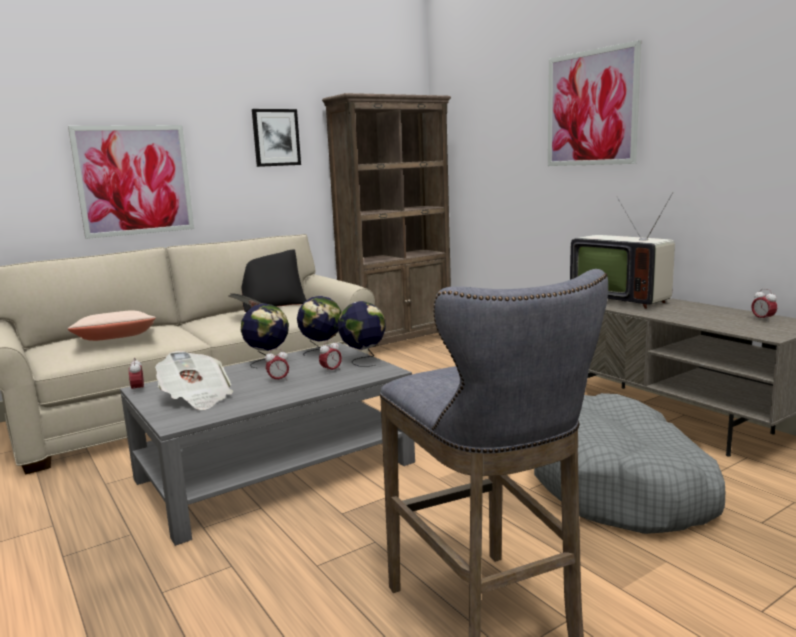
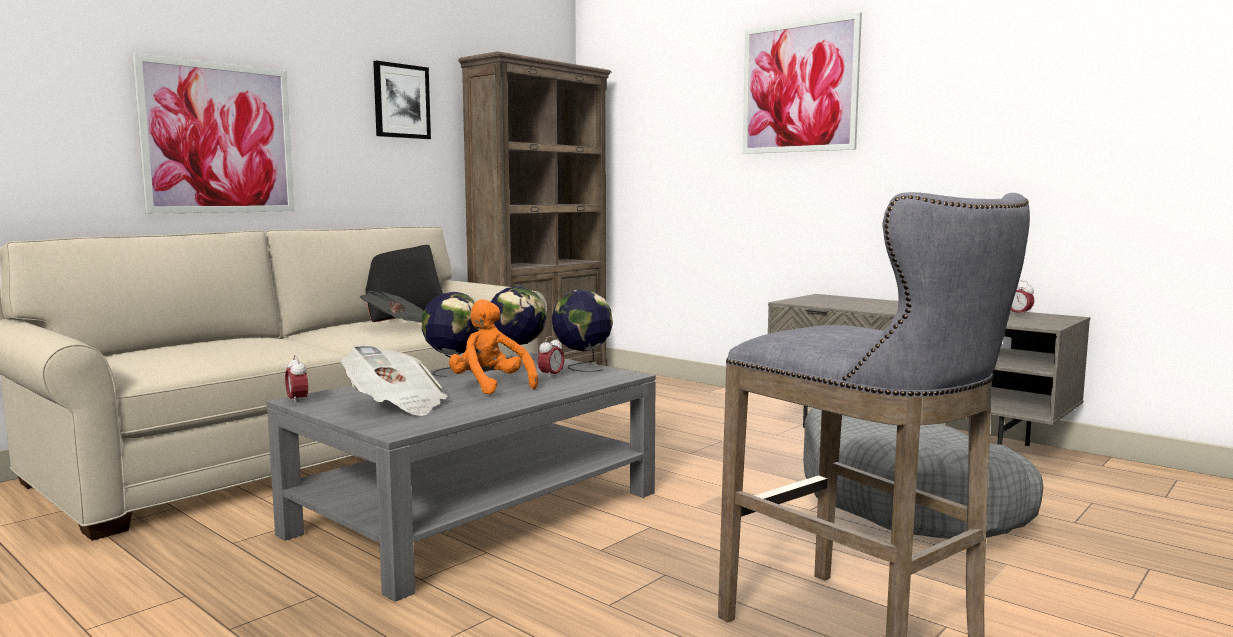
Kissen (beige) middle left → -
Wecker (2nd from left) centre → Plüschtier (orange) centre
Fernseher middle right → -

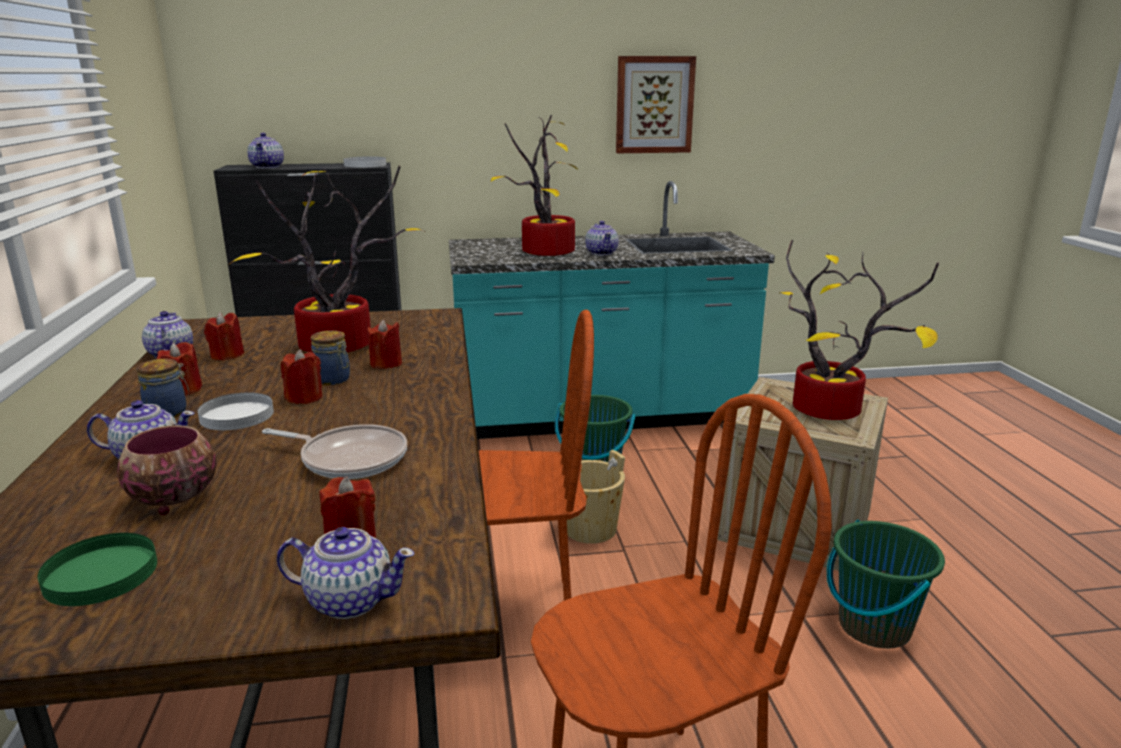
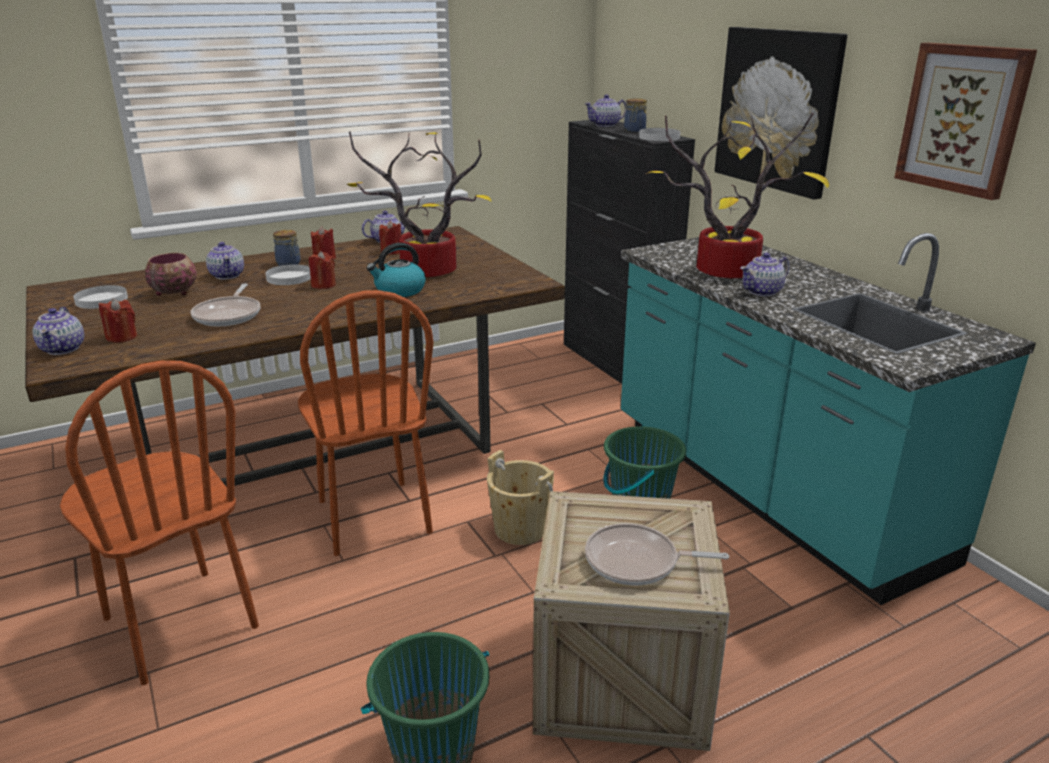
Teller (grün) bottom left → Teller (weiß) (1st from left) middle left
Vorratsglas (2nd from left) middle left → Vorratsglas (2nd from left) top centre, move
Kerze (rot) (5th from left) centre → Wasserkessel centre
Topfpflanze (3rd from left) middle right → Pfanne (2nd from left) bottom centre
- → Bild (1st from left) top right

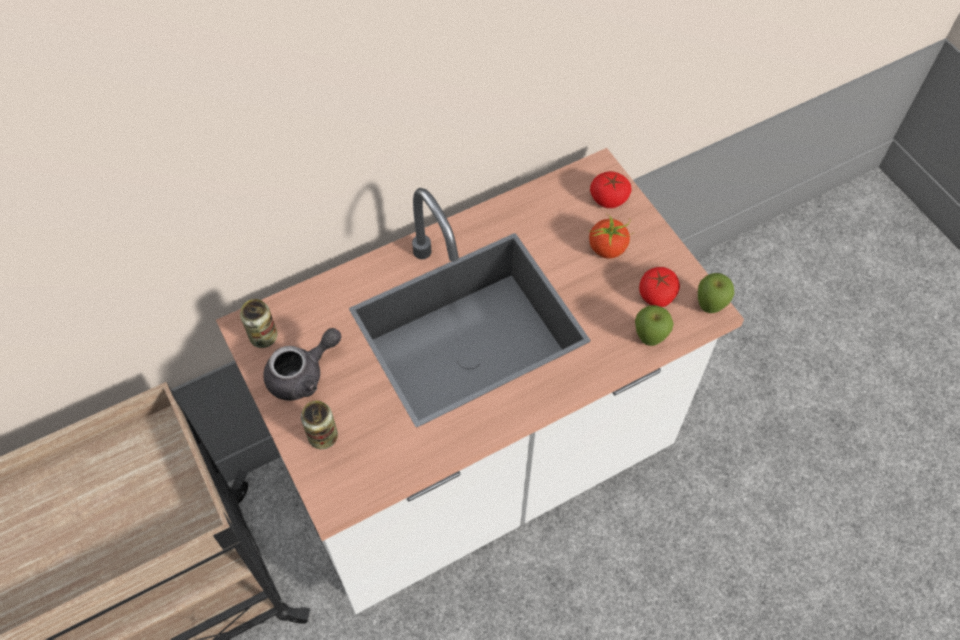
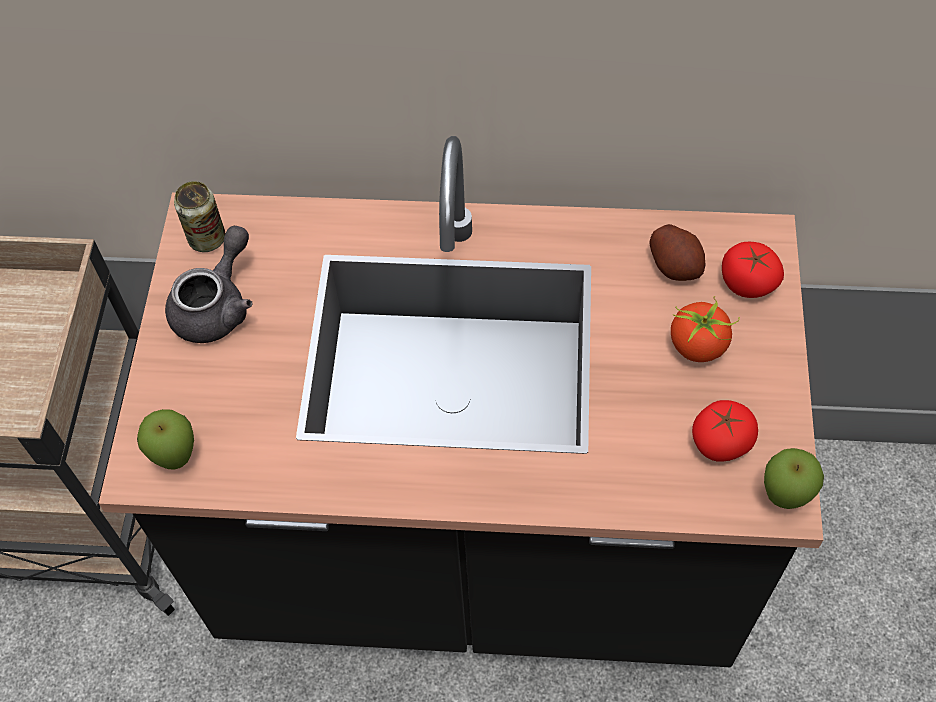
Küchenzeile (weiß) centre → Küchenzeile (schwarz) centre
Teekanne (grau) middle left, 60 degrees counterclockwise
Dose (2nd from left) middle left → -
Apfel (1st from left) middle right → Apfel (1st from left) middle left, move
- → Kartoffel middle right

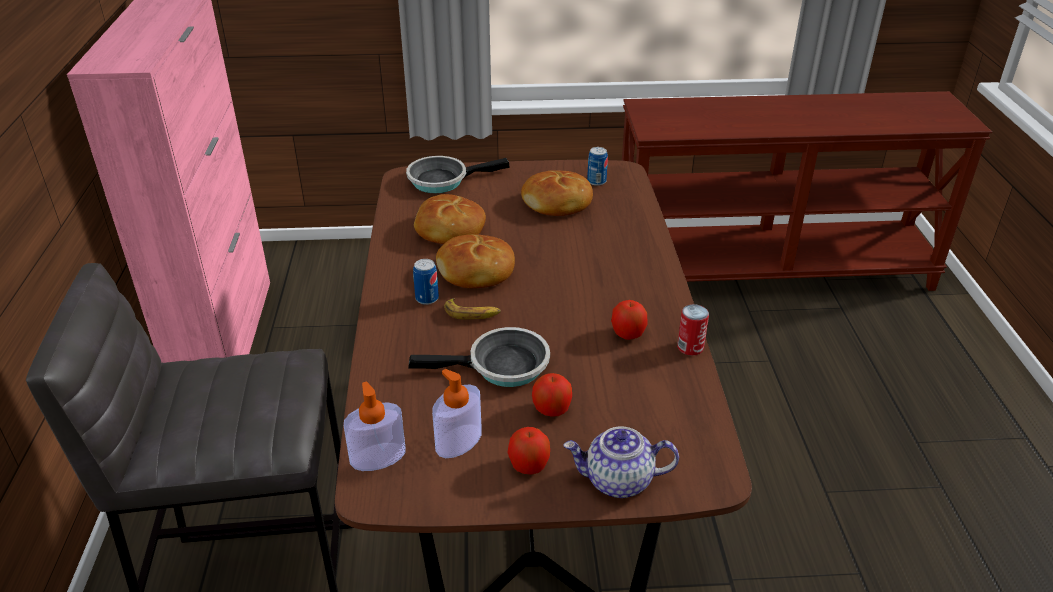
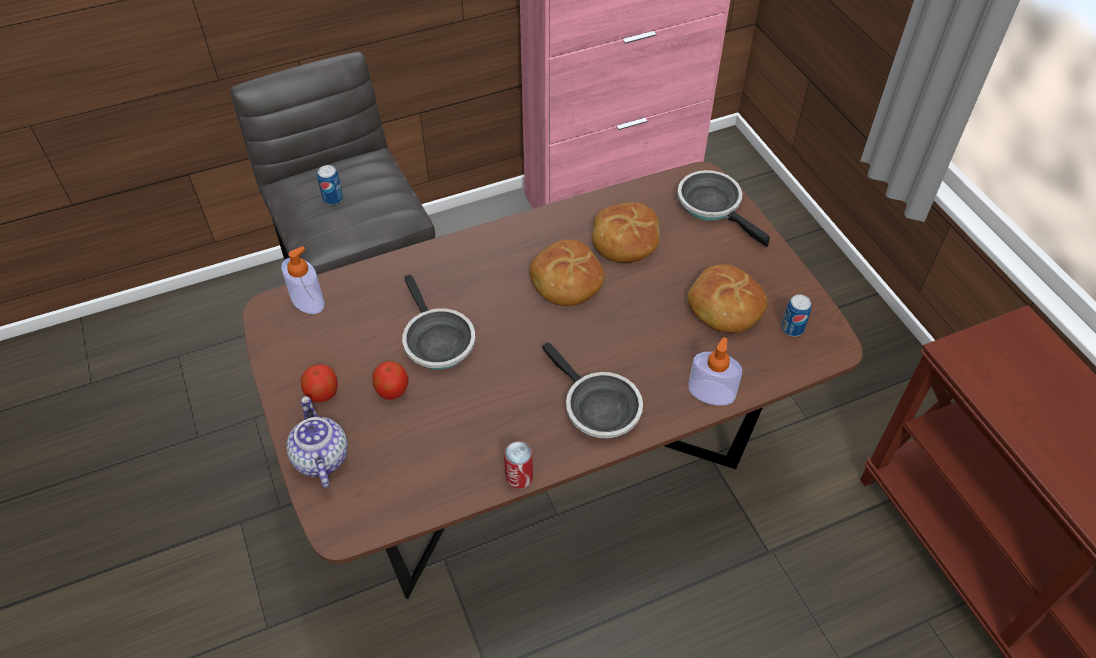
Dose (1st from left) centre → Dose (1st from left) top left, move
Seifenspender (2nd from left) bottom centre → Seifenspender (2nd from left) centre, move
Banane centre → -
Apfel (3rd from left) centre → -
- → Pfanne (2nd from left) centre

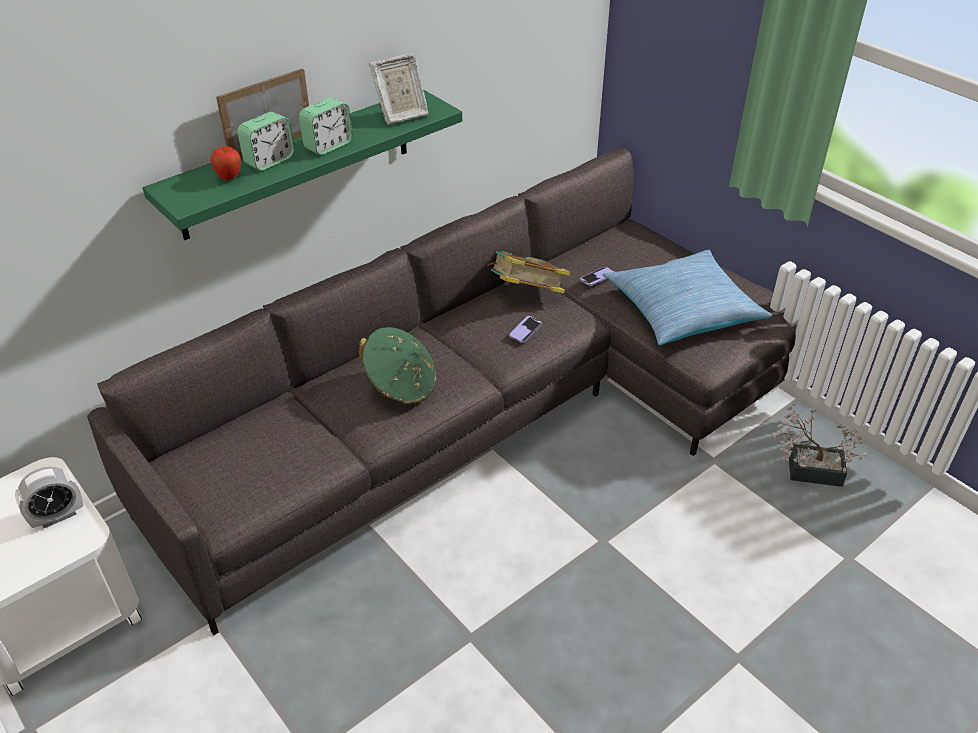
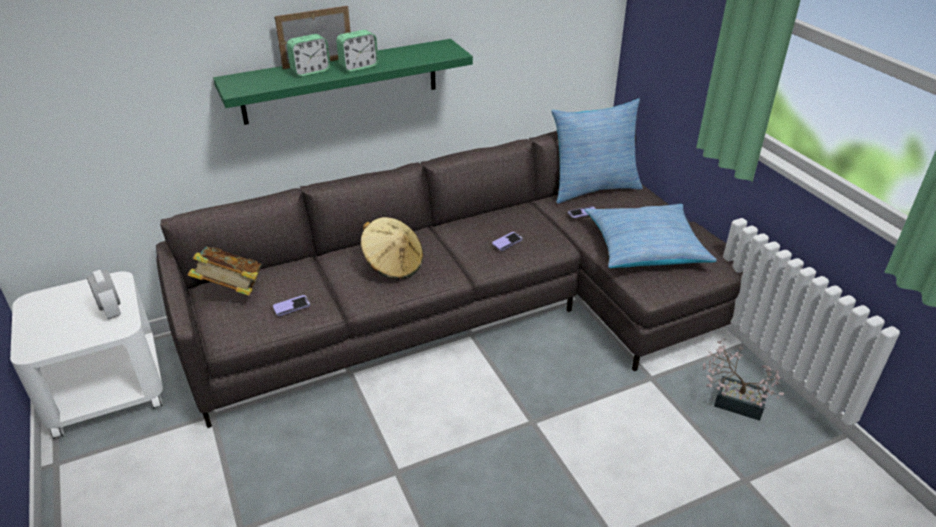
Wecker (1st from left) bottom left → Wecker (1st from left) middle left, 105 degrees counterclockwise
Apfel top left → -
Hut (grün) centre → Hut (beige) centre
Bilderrahmen (2nd from left) top centre → -
Buch centre → Buch middle left, move
- → Handy (1st from left) middle left
- → Kissen (1st from left) top centre

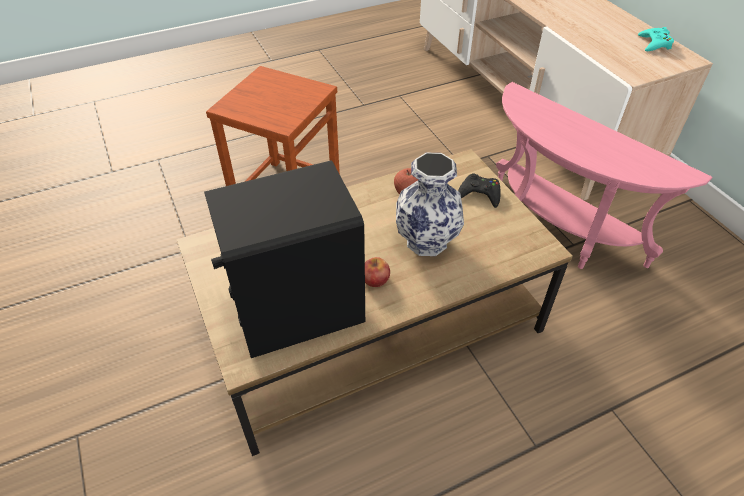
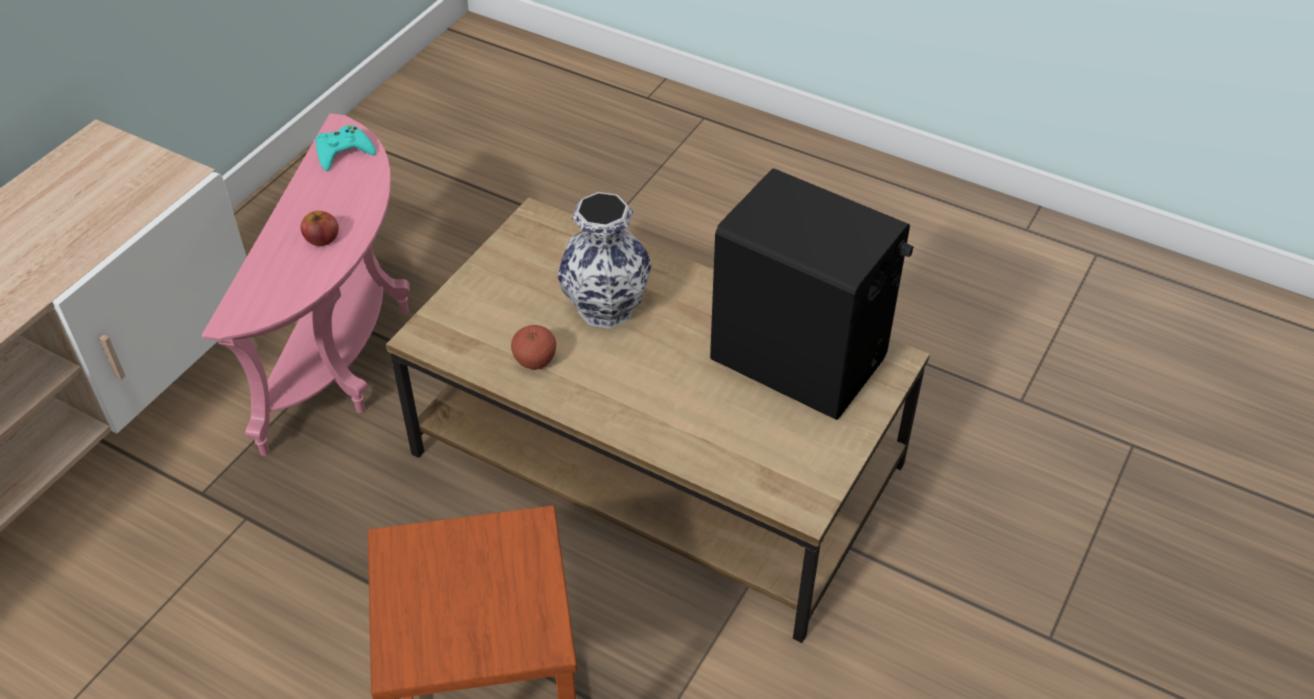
Apfel (1st from left) centre → Apfel (1st from left) top left, move
Gamepad (schwarz) centre → -
Gamepad (türkis) top right → Gamepad (türkis) top left, move

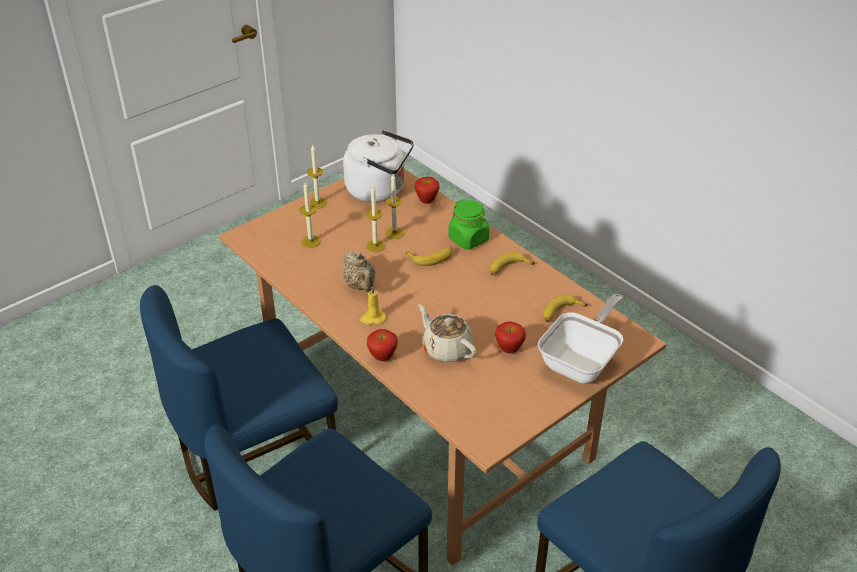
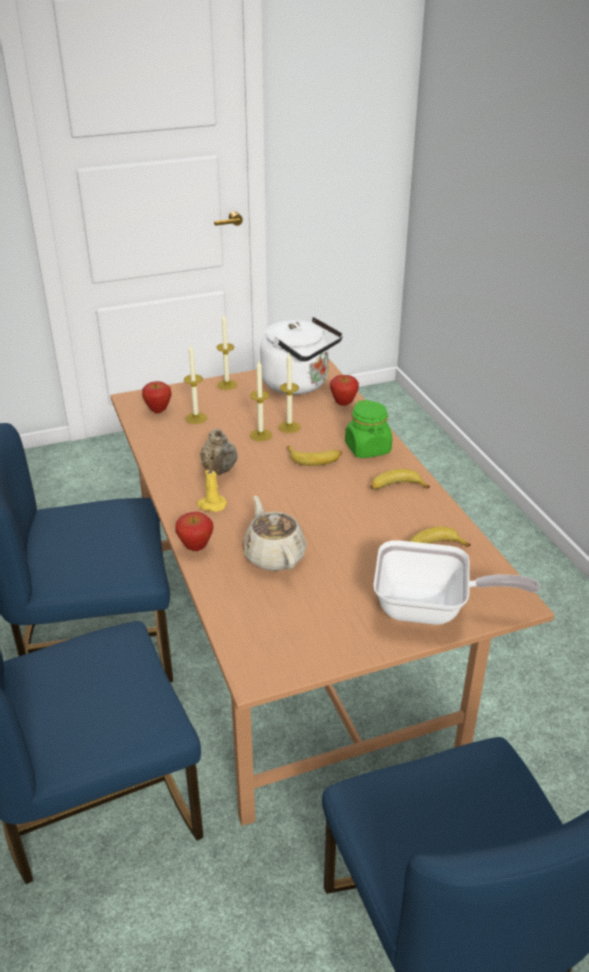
Apfel (3rd from left in the first image) centre → Apfel (1st from left) middle left, move
Pfanne middle right, 45 degrees clockwise

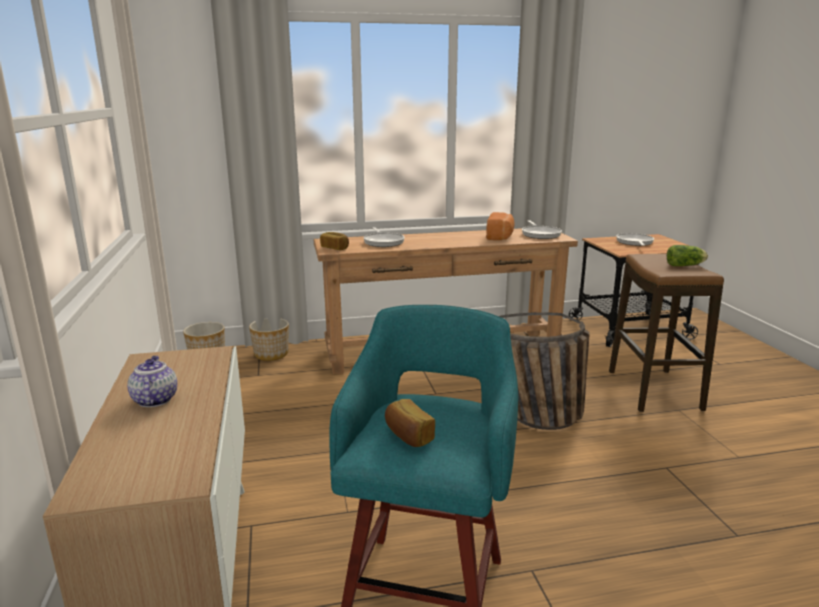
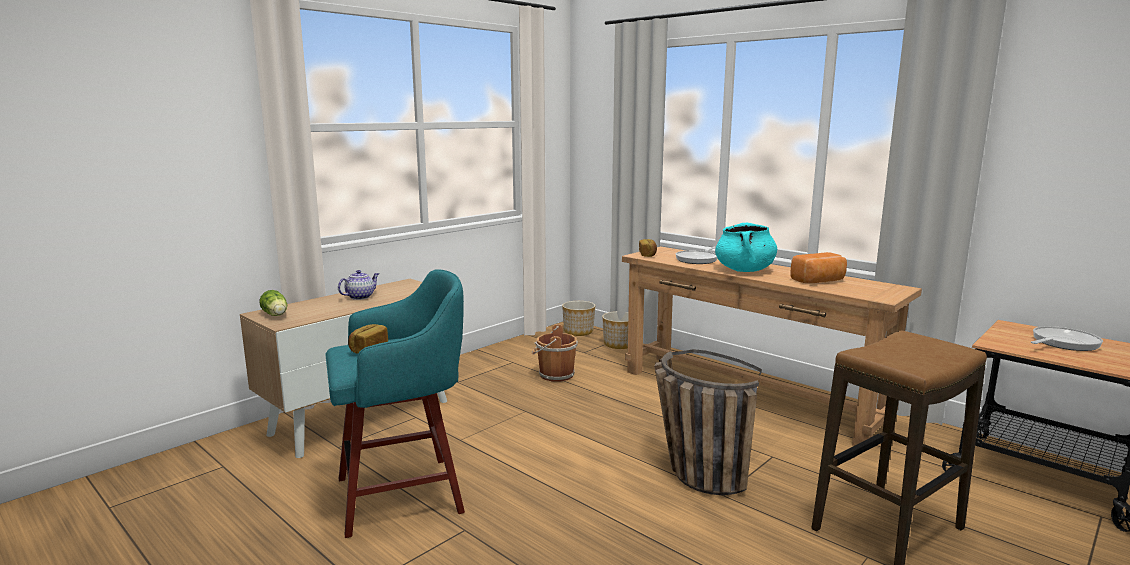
Pfanne (2nd from left) centre → -
Salatkopf middle right → Salatkopf middle left, move
- → Eimer (braun) centre
- → Kochtopf (türkis) centre

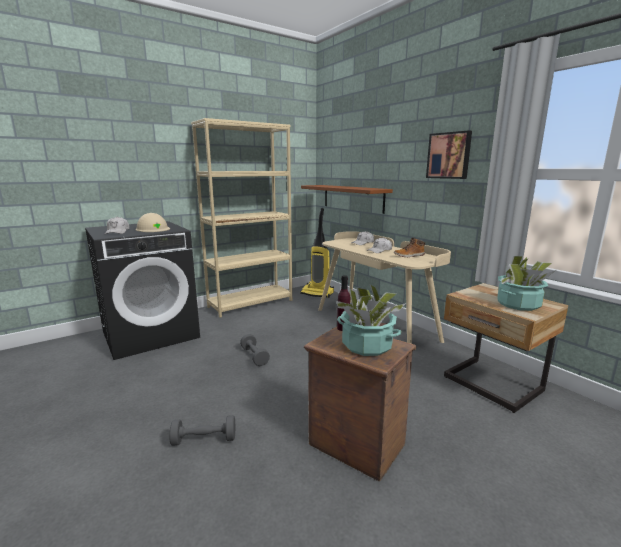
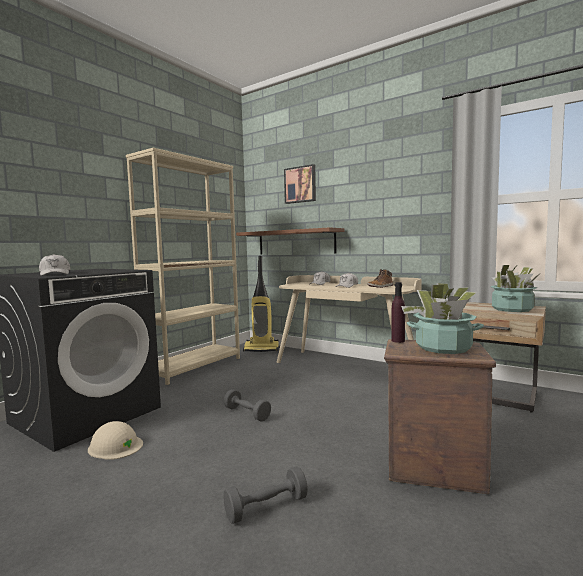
Schutzhelm (beige) middle left → Schutzhelm (beige) bottom left, move
Bild top right → Bild top centre, move

